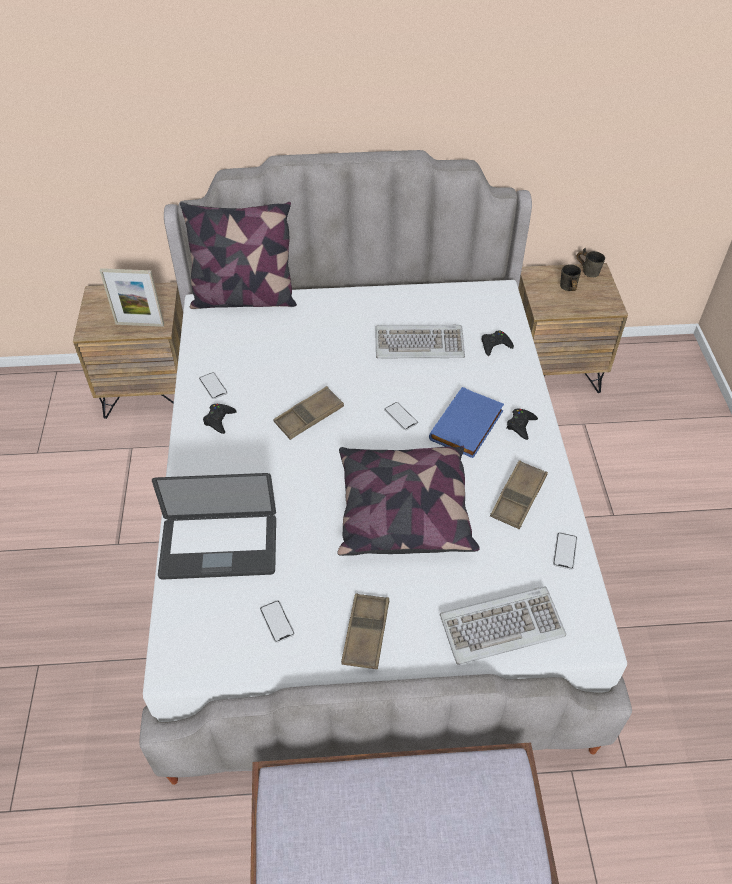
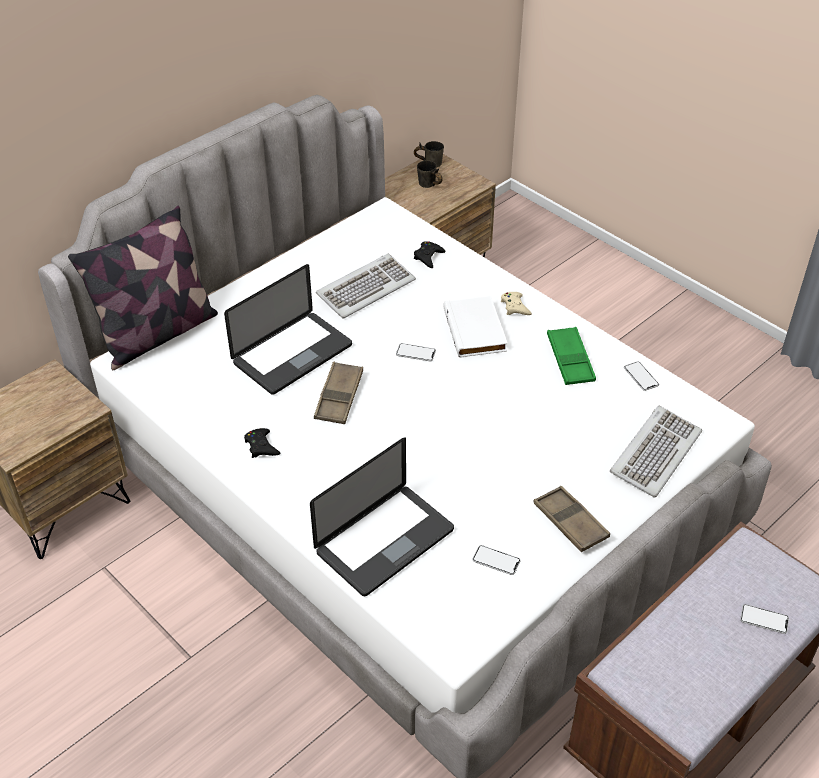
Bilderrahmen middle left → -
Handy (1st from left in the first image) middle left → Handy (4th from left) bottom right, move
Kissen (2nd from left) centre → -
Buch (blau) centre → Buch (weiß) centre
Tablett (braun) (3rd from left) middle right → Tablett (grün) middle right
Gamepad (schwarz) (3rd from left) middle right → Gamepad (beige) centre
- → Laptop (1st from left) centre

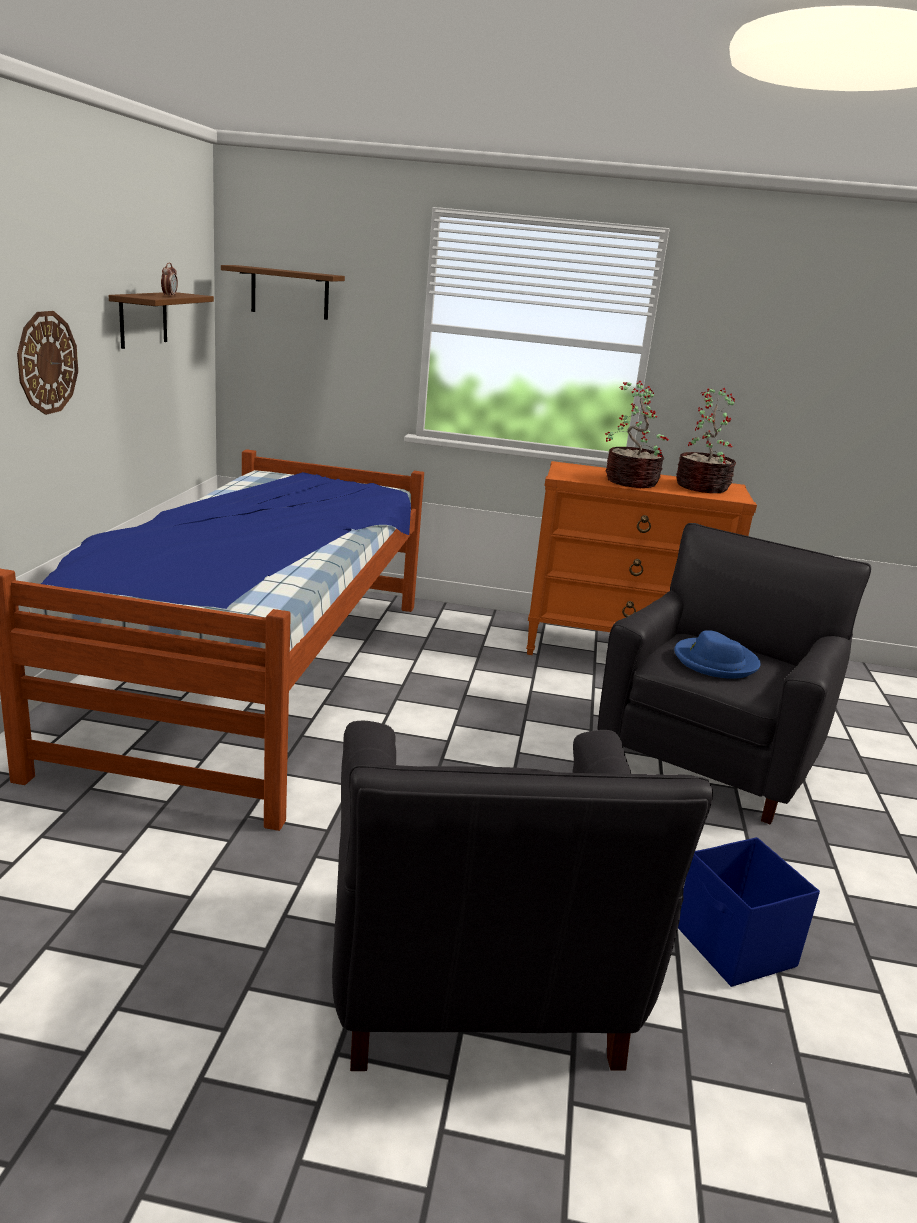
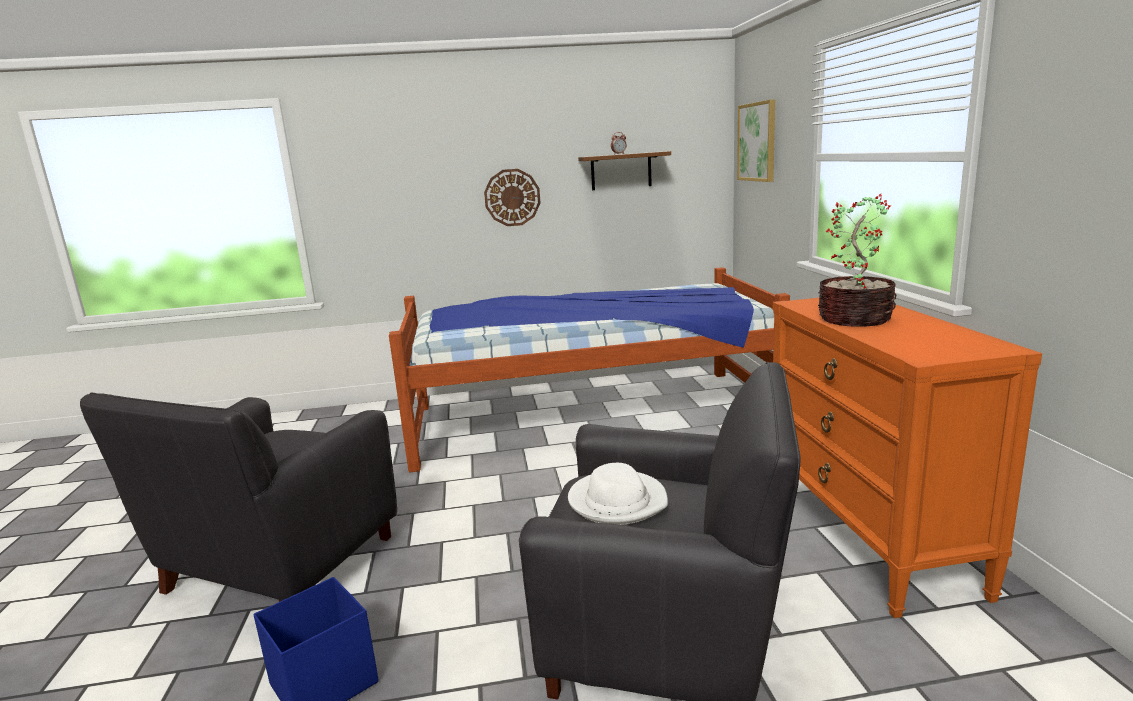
Wandregal (braun) (2nd from left) top left → Bild top right
Sessel (schwarz) (1st from left) bottom centre → Sessel (schwarz) (1st from left) bottom left, 45 degrees counterclockwise
Hut (blau) middle right → Hut (weiß) bottom centre
Topfpflanze (2nd from left) middle right → -

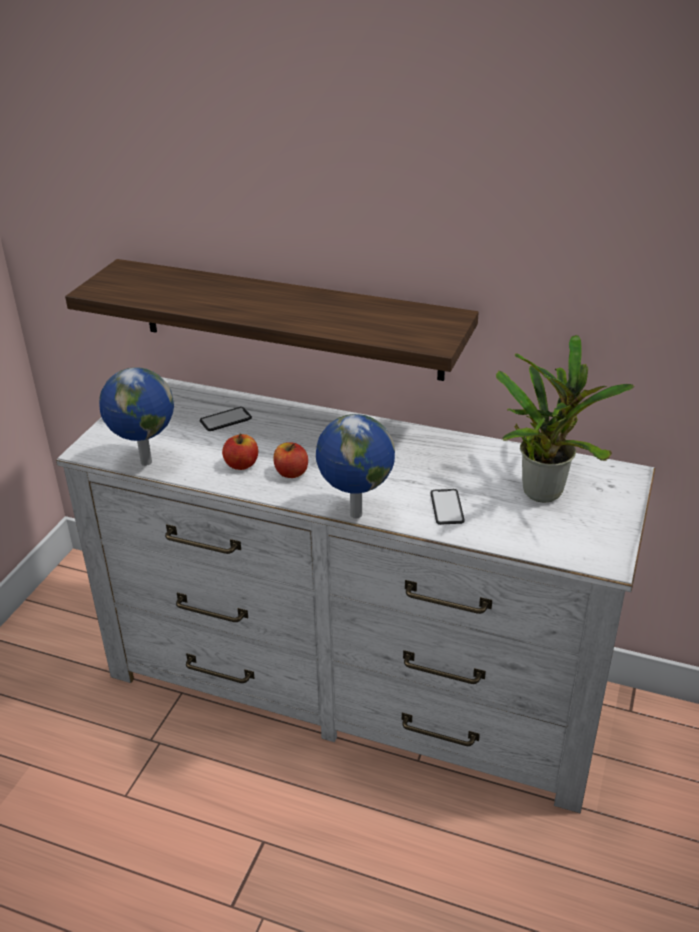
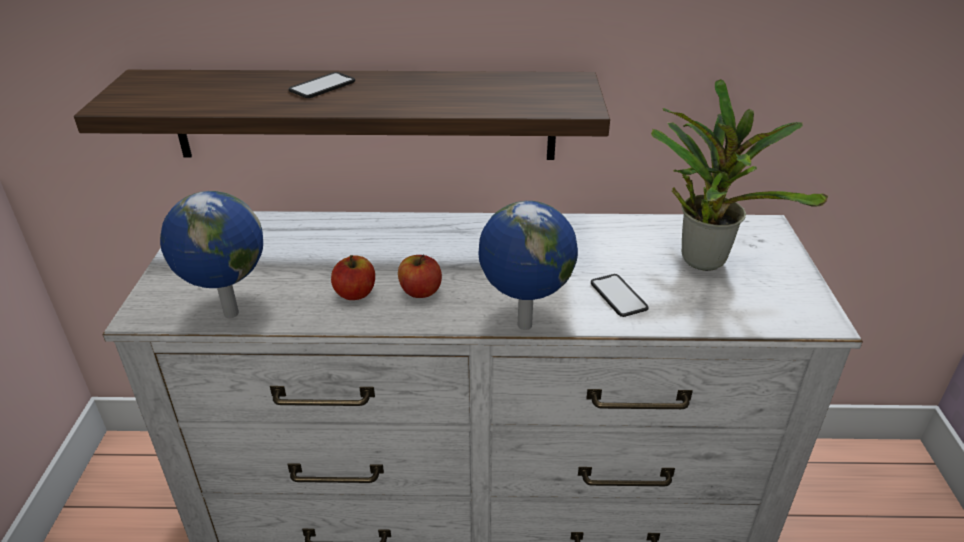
Handy (1st from left) middle left → Handy (1st from left) top left, move

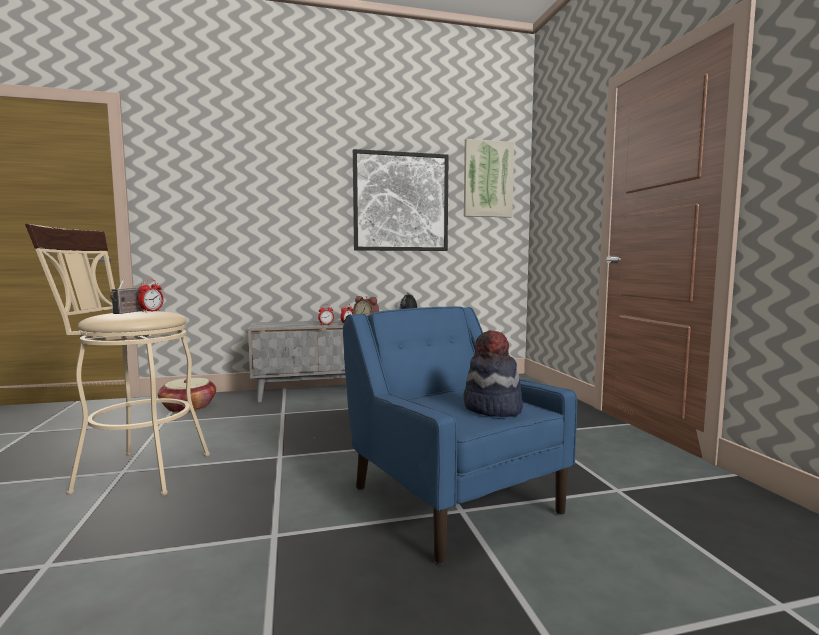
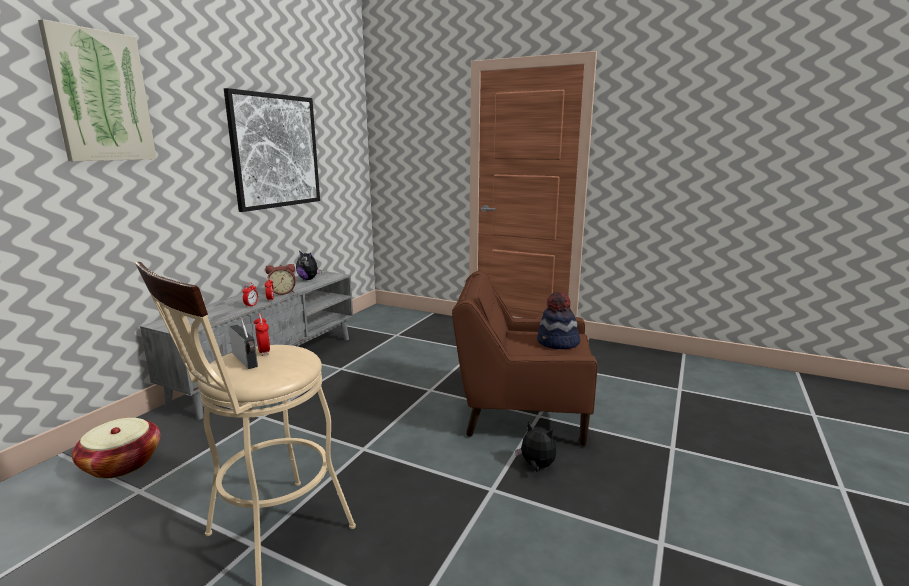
Sessel (blau) bottom centre → Sessel (braun) centre
Bild (2nd from left in the first image) top centre → Bild (1st from left) top left, move
- → Plüschtier (2nd from left) bottom centre

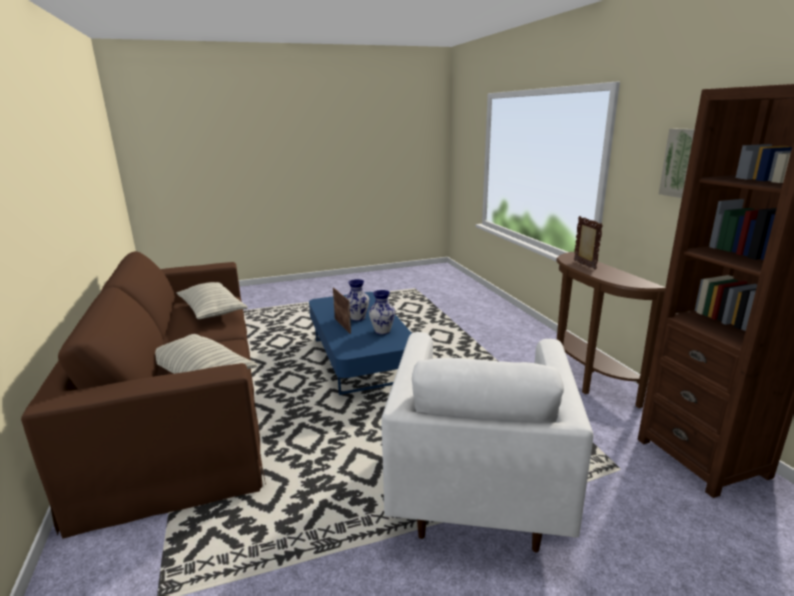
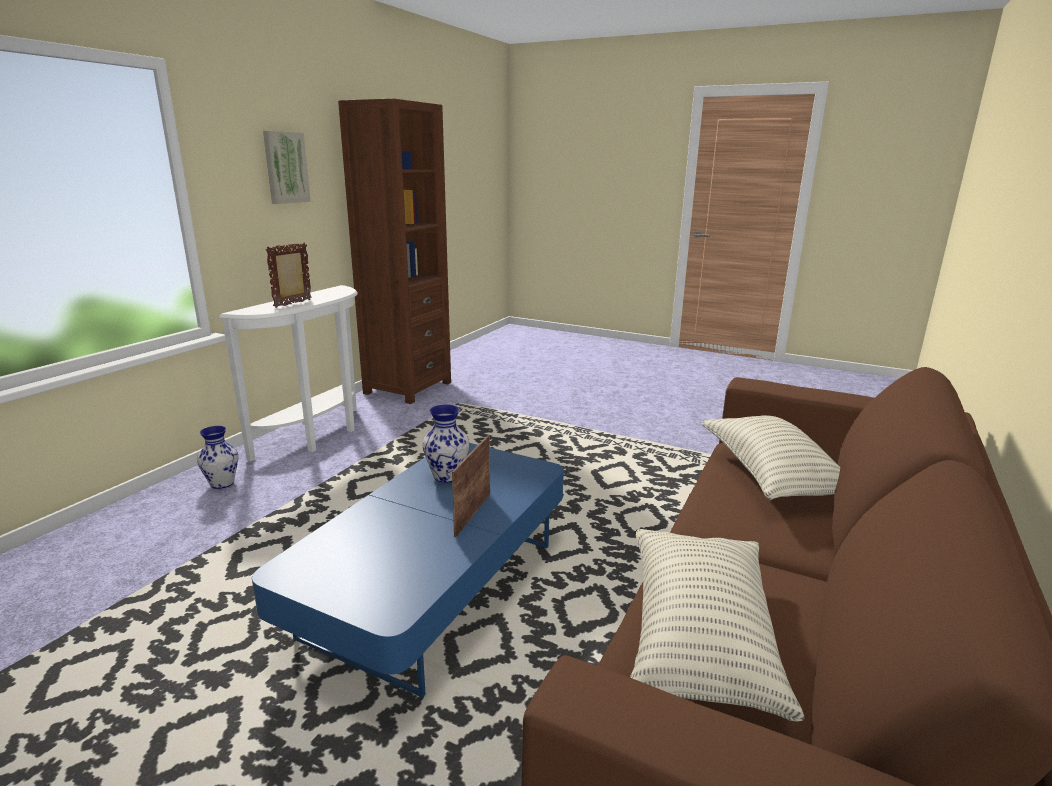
Vase (1st from left) centre → Vase (1st from left) middle left, move
Sessel (weiß) bottom centre → -
Konsolentisch (braun) middle right → Konsolentisch (weiß) middle left

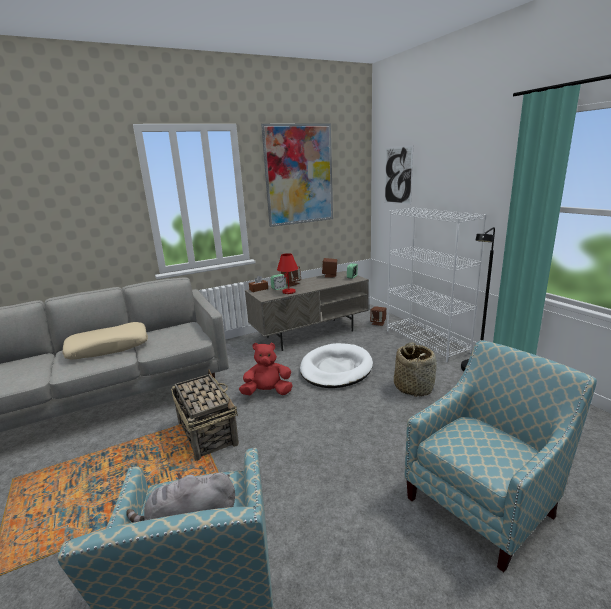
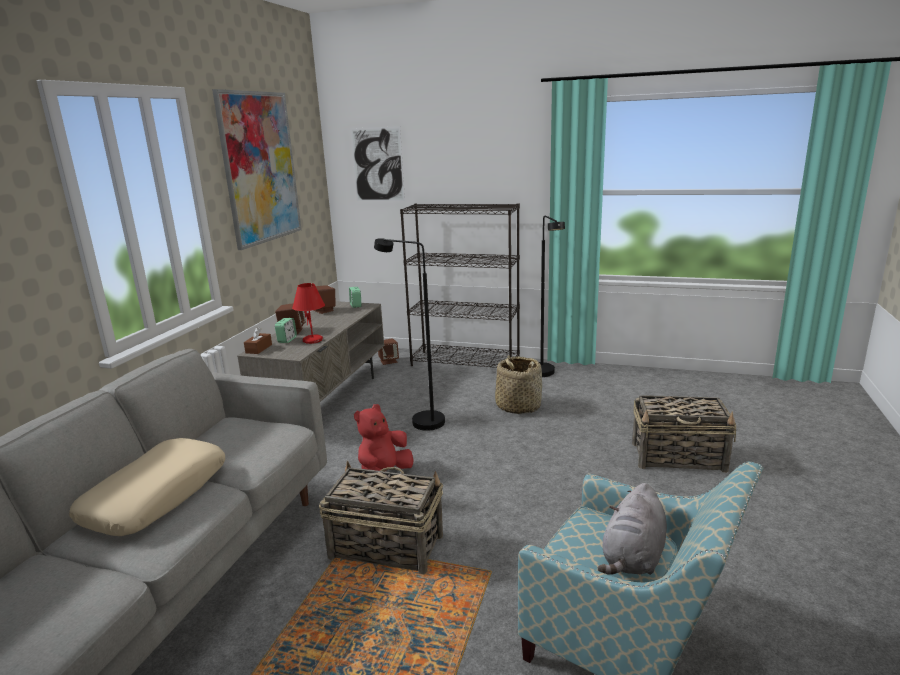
Hundebett (weiß) centre → Stehlampe (schwarz) (1st from left) centre
Bücherregal (weiß) middle right → Bücherregal (schwarz) centre
Sessel (2nd from left) bottom right → Korb (3rd from left) middle right

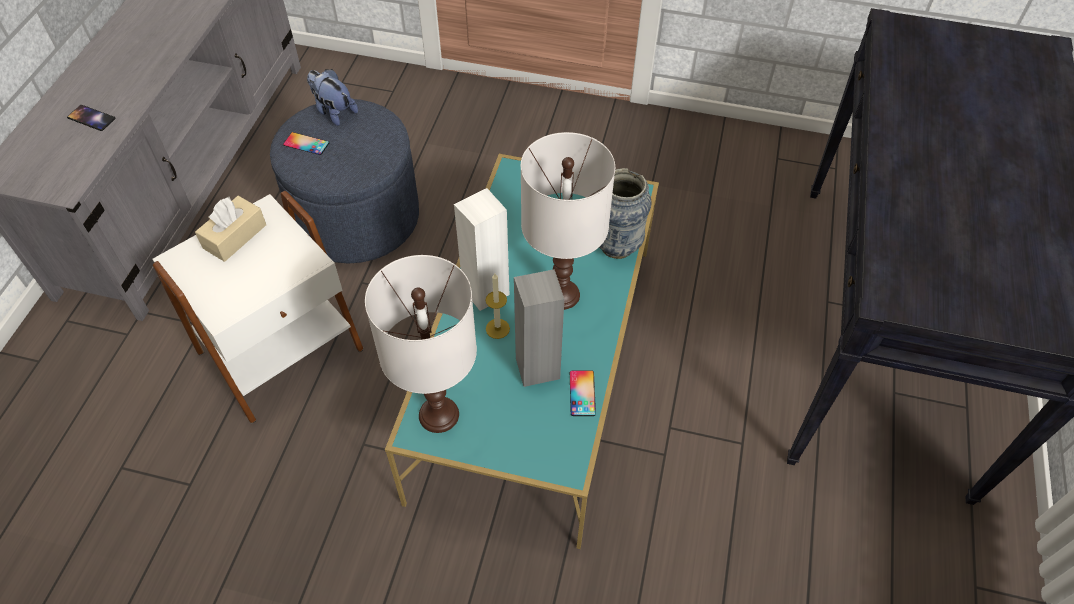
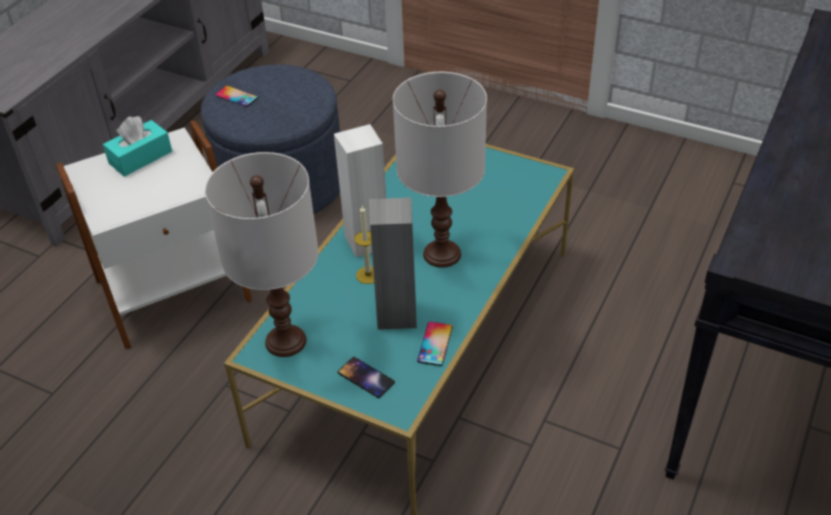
Handy (1st from left in the first image) top left → Handy (2nd from left) bottom centre, move
Taschentuchbox (beige) middle left → Taschentuchbox (türkis) top left
Plüschtier top left → -
Vase centre → -

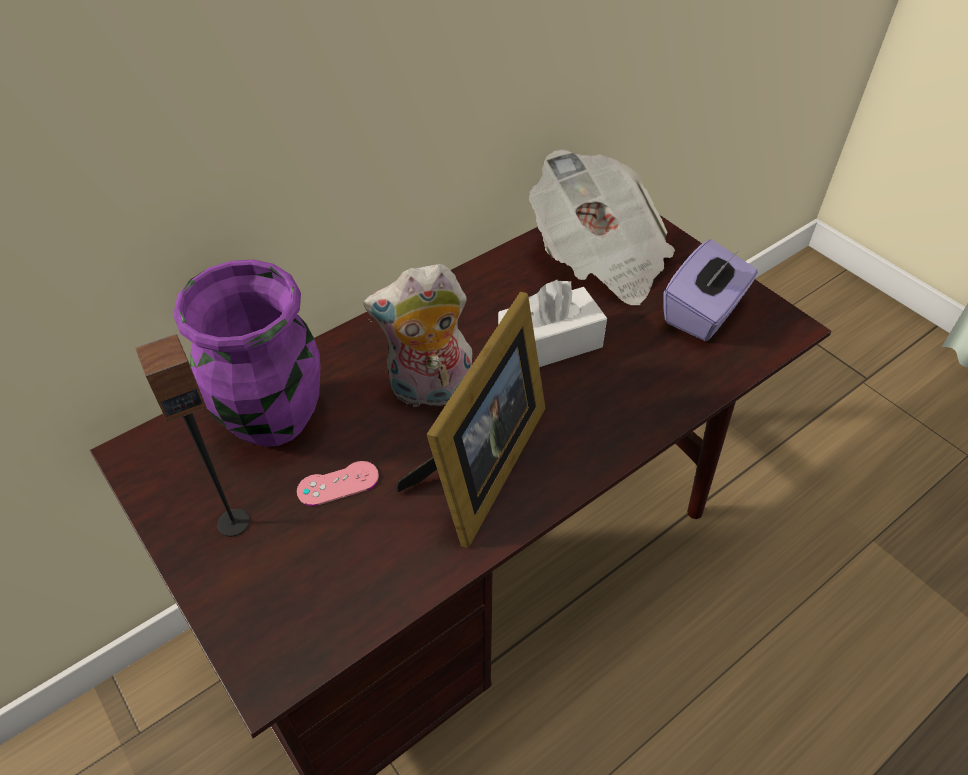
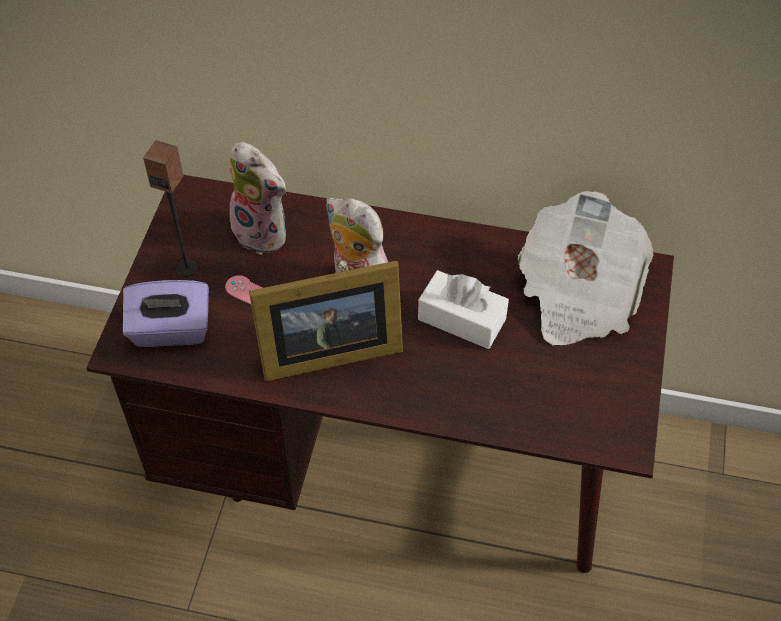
Vase (lila) middle left → Plüschtier (1st from left) top left
Taschentuchbox (lila) middle right → Taschentuchbox (lila) middle left, move

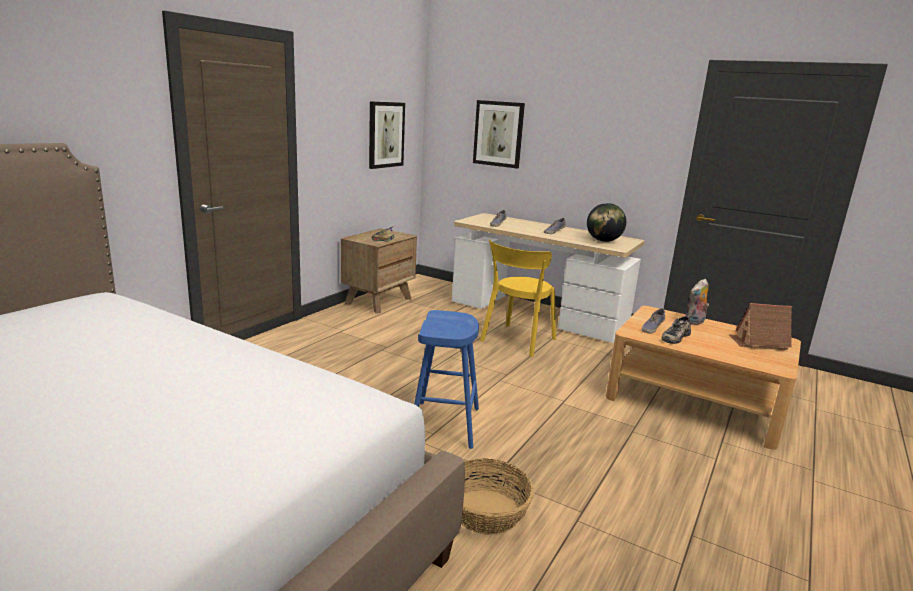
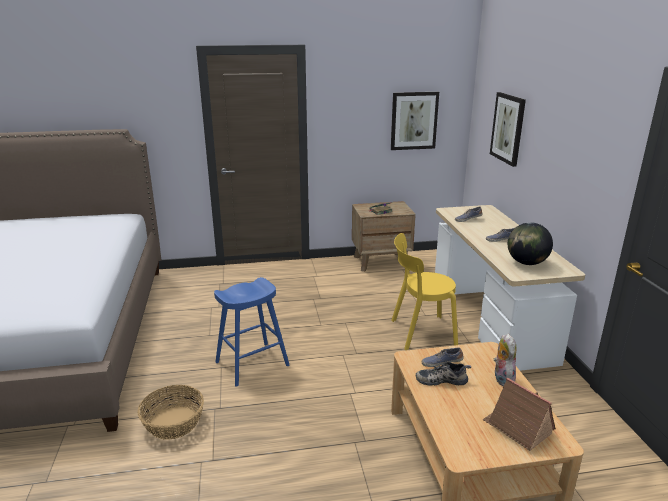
Plüschtier middle right → Plüschtier bottom right, 75 degrees clockwise

